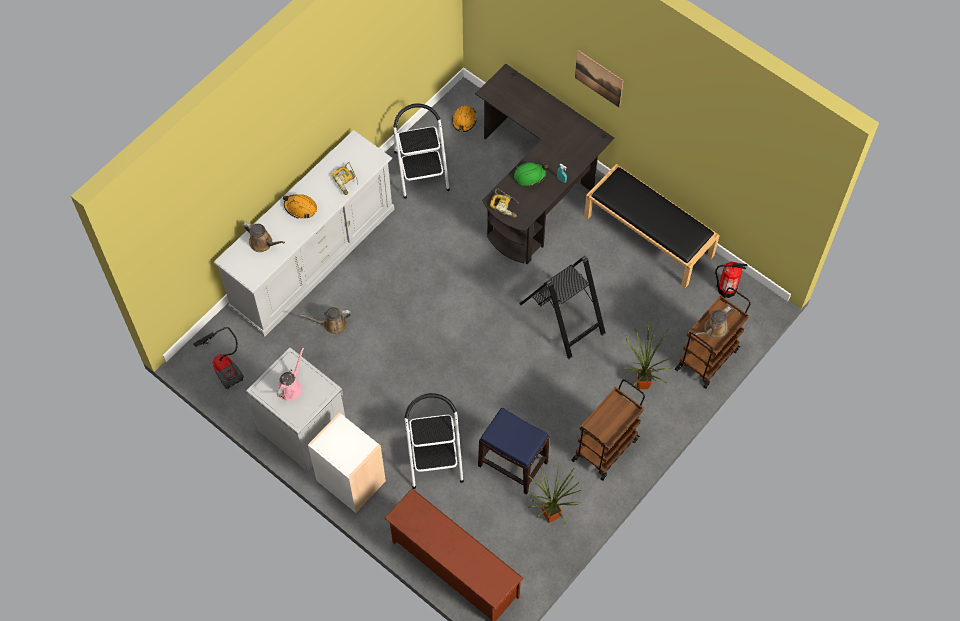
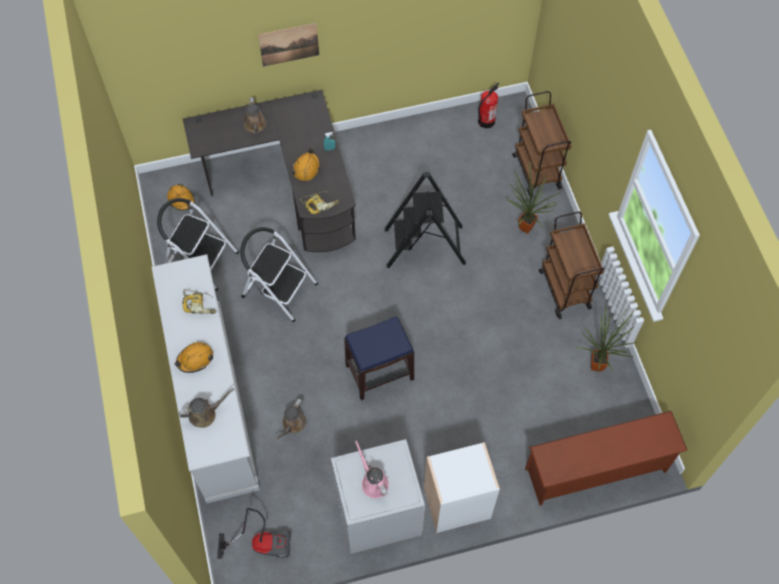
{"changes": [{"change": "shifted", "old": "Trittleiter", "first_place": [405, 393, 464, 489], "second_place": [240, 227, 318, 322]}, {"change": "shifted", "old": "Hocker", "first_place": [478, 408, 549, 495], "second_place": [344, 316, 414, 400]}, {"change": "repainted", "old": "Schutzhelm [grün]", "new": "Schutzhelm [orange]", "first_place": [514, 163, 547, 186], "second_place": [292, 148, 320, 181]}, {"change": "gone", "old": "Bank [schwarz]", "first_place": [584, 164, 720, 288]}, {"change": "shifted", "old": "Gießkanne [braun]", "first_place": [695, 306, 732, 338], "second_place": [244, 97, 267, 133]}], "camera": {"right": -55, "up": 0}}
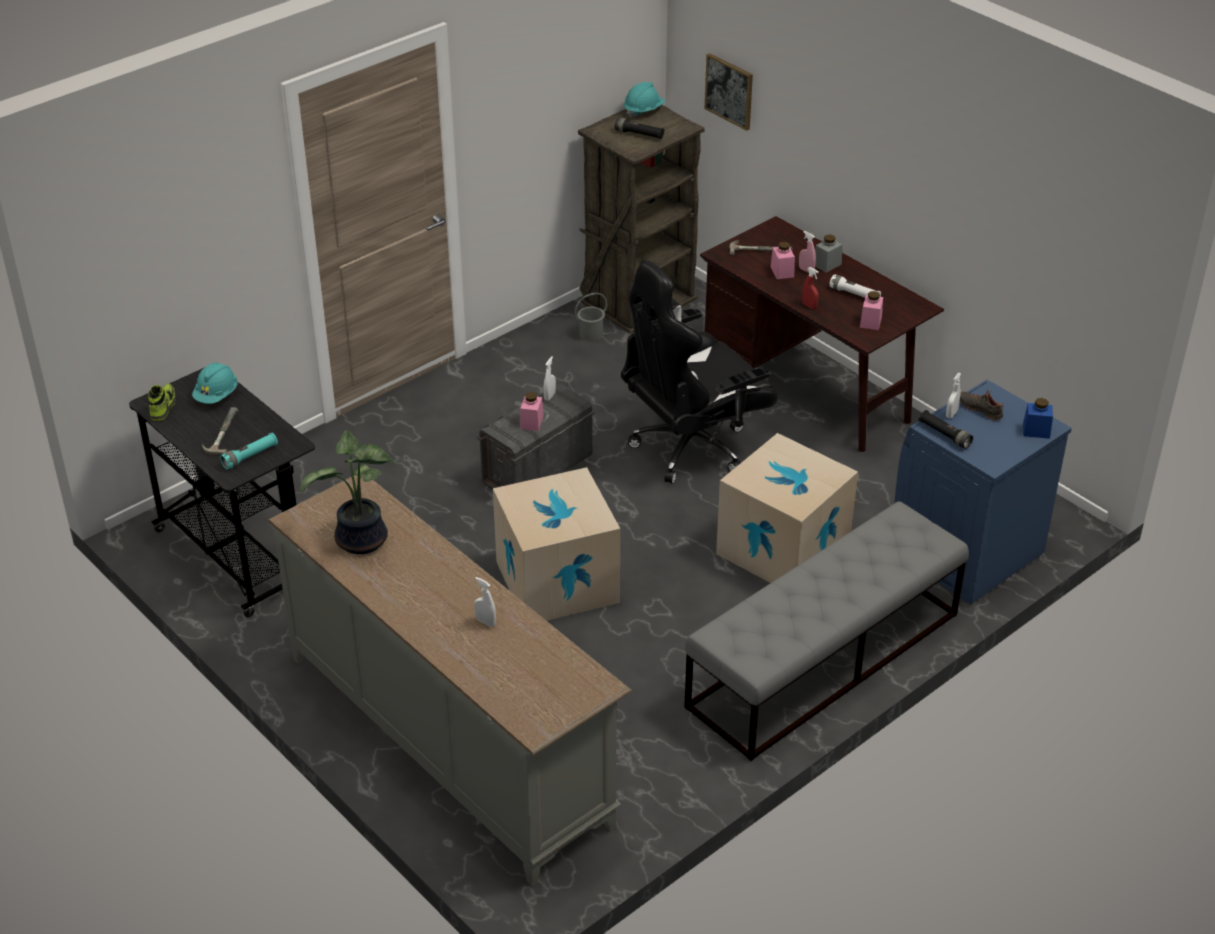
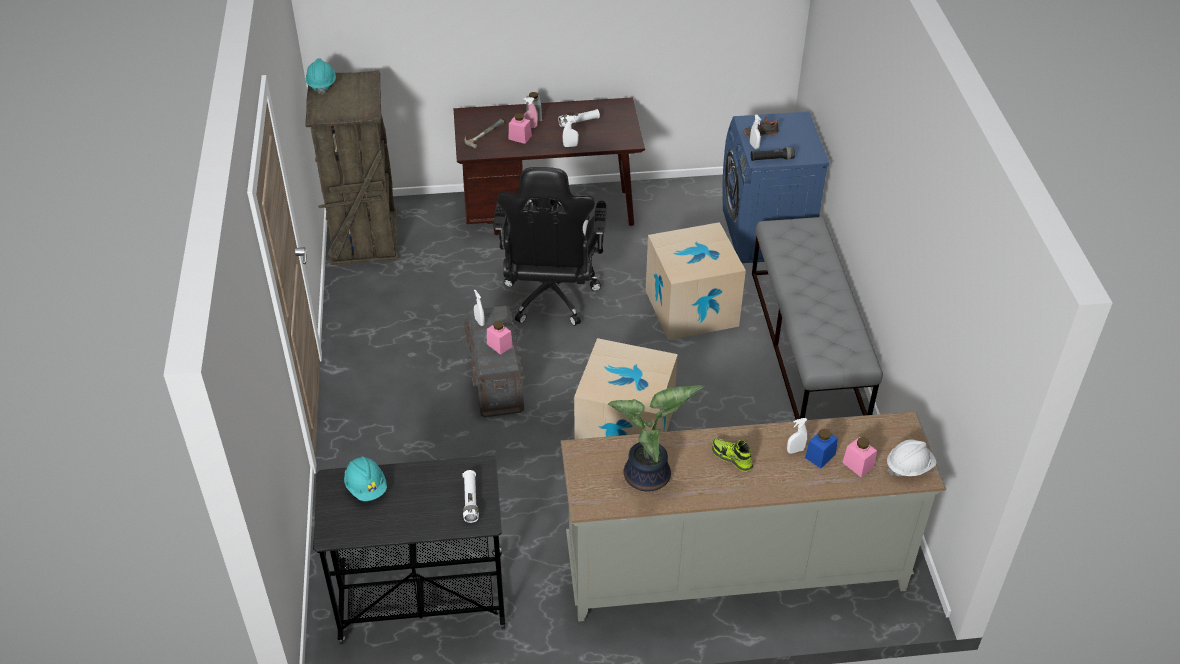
{"changes": [{"change": "shifted", "old": "Schuh", "first_place": [148, 383, 176, 421], "second_place": [712, 438, 753, 472]}, {"change": "gone", "old": "Hammer", "first_place": [202, 407, 239, 455]}, {"change": "repainted", "old": "Taschenlampe [türkis]", "new": "Taschenlampe [weiß]", "first_place": [220, 433, 278, 469], "second_place": [462, 470, 479, 523]}, {"change": "gone", "old": "Eimer [grau]", "first_place": [575, 293, 607, 342]}, {"change": "gone", "old": "Taschenlampe [schwarz]", "first_place": [615, 117, 665, 139]}, {"change": "gone", "old": "Bild", "first_place": [705, 53, 753, 131]}, {"change": "repainted", "old": "Sprühflasche [rot]", "new": "Sprühflasche [weiß]", "first_place": [802, 267, 819, 309], "second_place": [563, 116, 579, 147]}, {"change": "shifted", "old": "Vorratsglas [rosa]", "first_place": [860, 291, 883, 330], "second_place": [842, 437, 877, 477]}, {"change": "shifted", "old": "Vorratsglas [blau]", "first_place": [1023, 398, 1053, 439], "second_place": [805, 429, 838, 468]}, {"change": "new", "new": "Schutzhelm [weiß]", "second_place": [887, 439, 936, 477]}], "camera": {"right": -55, "up": 5}}
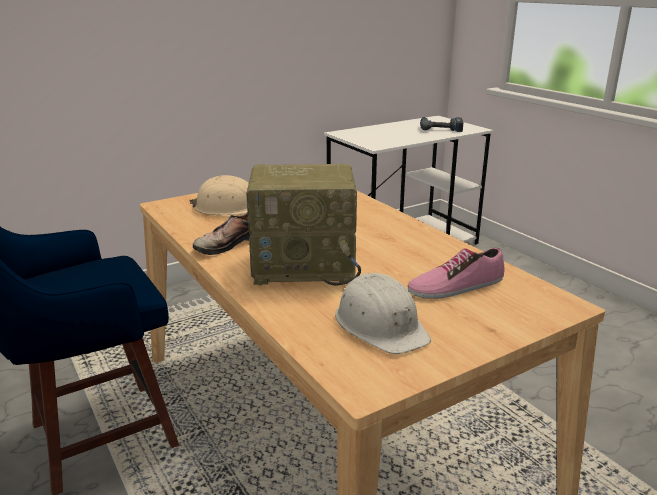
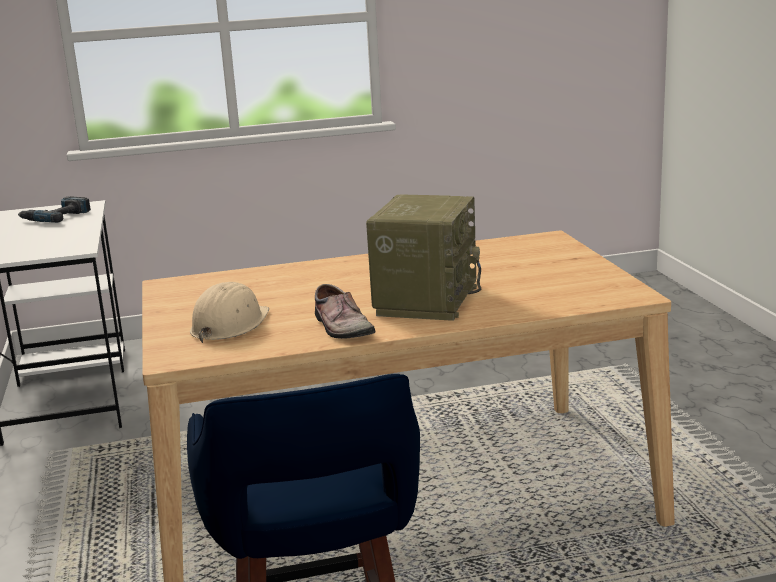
{"changes": [{"change": "gone", "old": "Schutzhelm [weiß]", "first_place": [335, 273, 431, 354]}, {"change": "gone", "old": "Schuh", "first_place": [408, 248, 504, 299]}], "camera": {"right": -70, "up": -5}}
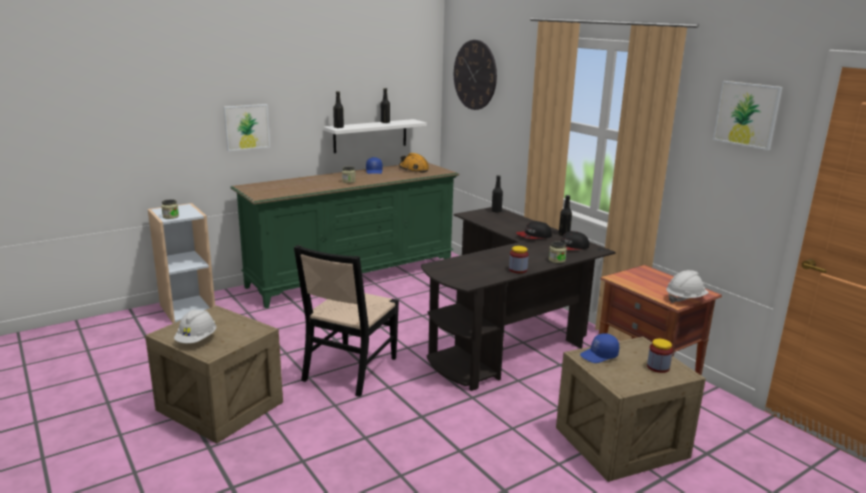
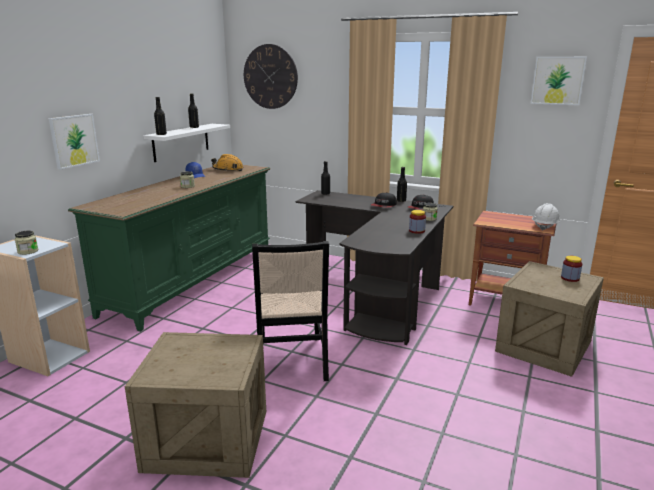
{"changes": [{"change": "gone", "old": "Schutzhelm [weiß]", "first_place": [174, 309, 216, 343]}, {"change": "gone", "old": "Kappe [blau]", "first_place": [580, 333, 619, 363]}], "camera": {"right": -30, "up": 0}}
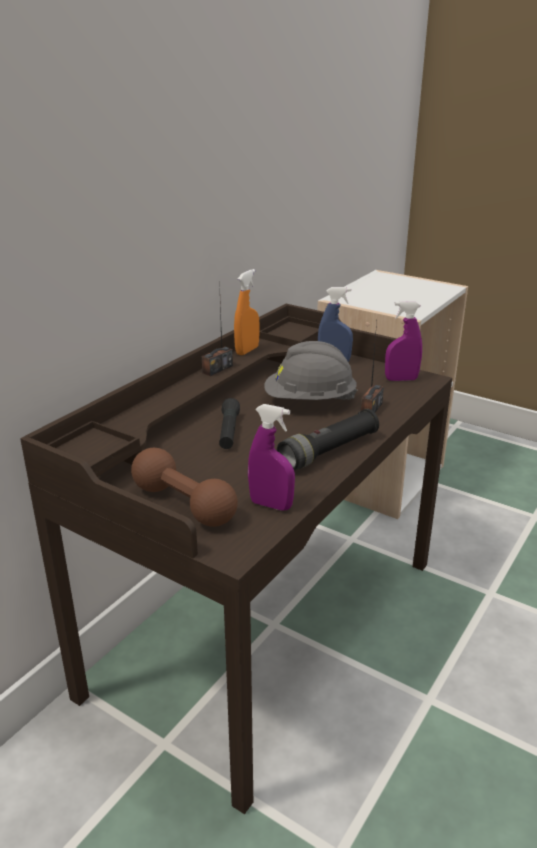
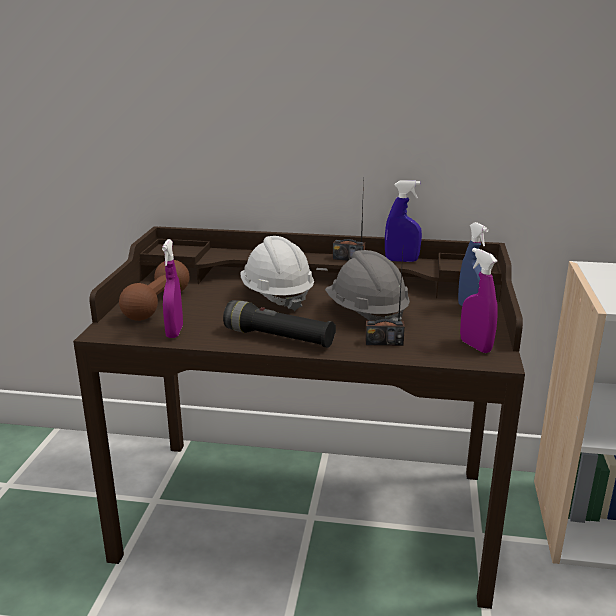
{"changes": [{"change": "swapped", "old": "Taschenlampe [schwarz]", "new": "Schutzhelm [weiß]", "first_place": [219, 398, 240, 449], "second_place": [241, 236, 314, 311]}, {"change": "repainted", "old": "Sprühflasche [orange]", "new": "Sprühflasche [blau]", "first_place": [234, 269, 260, 355], "second_place": [385, 180, 422, 262]}], "camera": {"right": 65, "up": -5}}
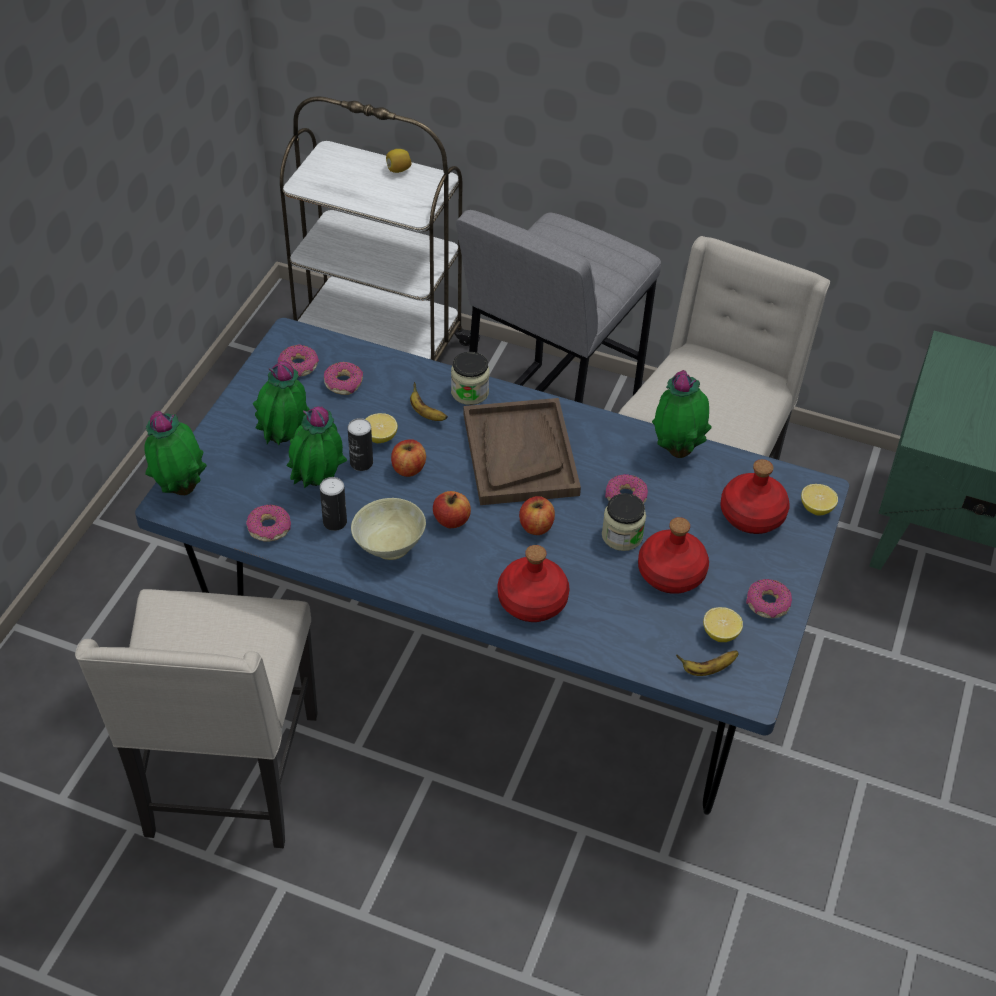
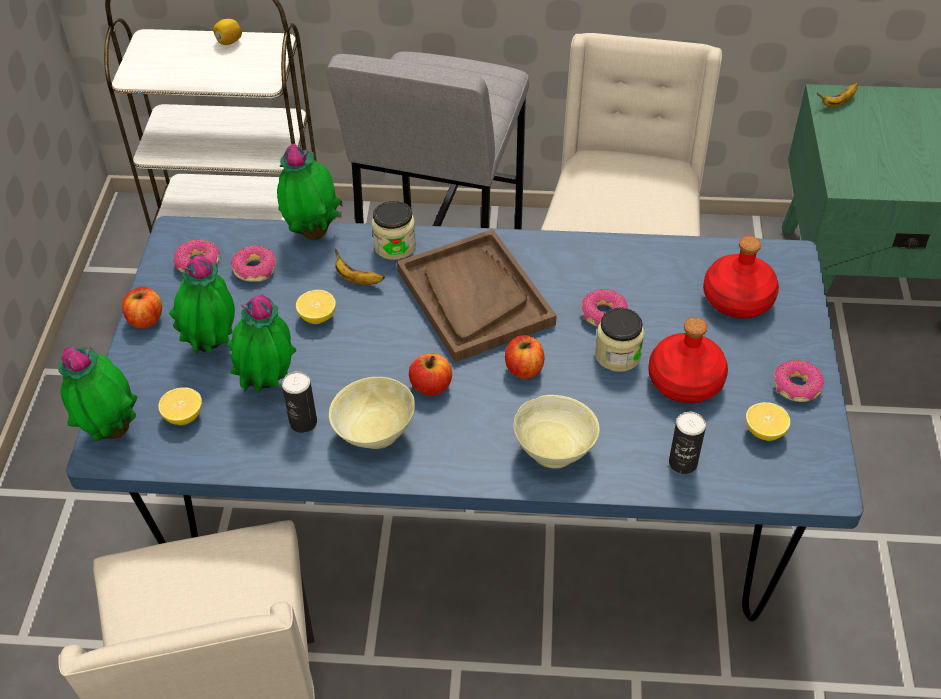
{"changes": [{"change": "gone", "old": "Donut", "first_place": [246, 504, 291, 541]}, {"change": "shifted", "old": "Dose", "first_place": [348, 418, 373, 471], "second_place": [669, 412, 706, 474]}, {"change": "shifted", "old": "Apfel", "first_place": [391, 439, 426, 477], "second_place": [122, 287, 162, 329]}, {"change": "swapped", "old": "Flasche [rot]", "new": "Schüssel [beige]", "first_place": [498, 545, 570, 622], "second_place": [513, 395, 600, 469]}, {"change": "shifted", "old": "Topfpflanze", "first_place": [652, 370, 712, 458], "second_place": [277, 144, 341, 240]}, {"change": "shifted", "old": "Banane", "first_place": [676, 650, 739, 676], "second_place": [817, 83, 858, 107]}, {"change": "shifted", "old": "Zitrone", "first_place": [801, 484, 838, 515], "second_place": [158, 387, 202, 425]}], "camera": {"right": -15, "up": 0}}
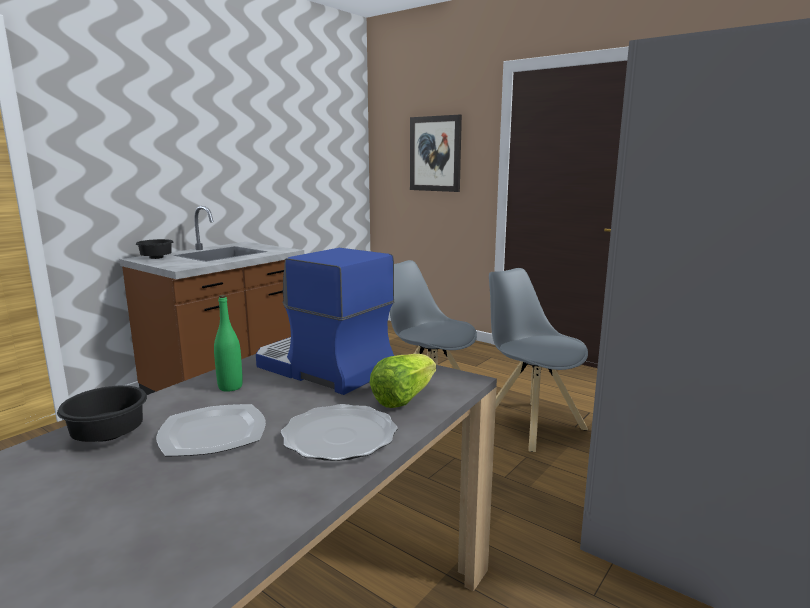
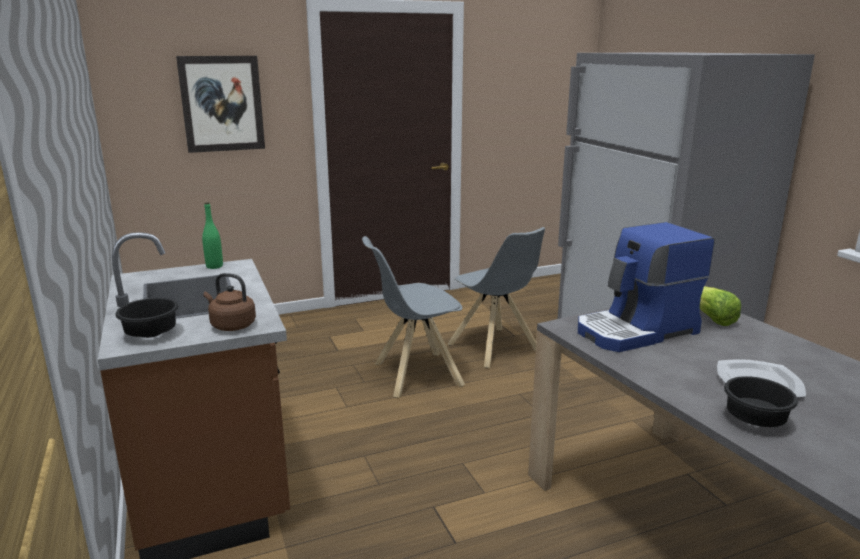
{"changes": [{"change": "shifted", "old": "Flasche [grün]", "first_place": [214, 295, 243, 392], "second_place": [202, 202, 223, 269]}, {"change": "gone", "old": "Teller", "first_place": [281, 404, 398, 461]}, {"change": "rotated", "old": "Stuhl [grau]", "first_place": [489, 268, 588, 452], "second_place": [448, 227, 545, 368], "degrees": -120}, {"change": "new", "new": "Wasserkessel [braun]", "second_place": [204, 273, 256, 331]}], "camera": {"right": -60, "up": 5}}
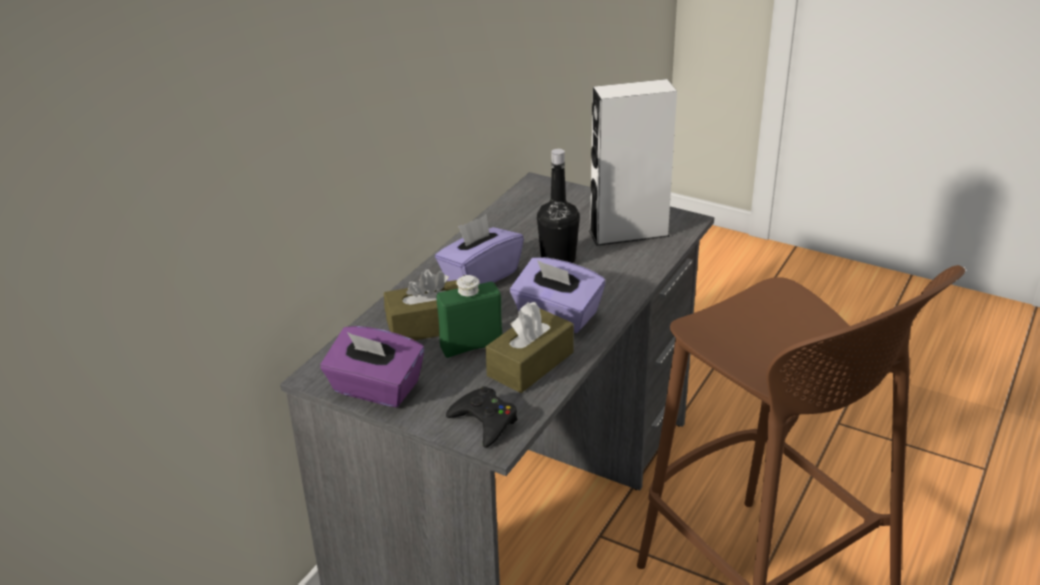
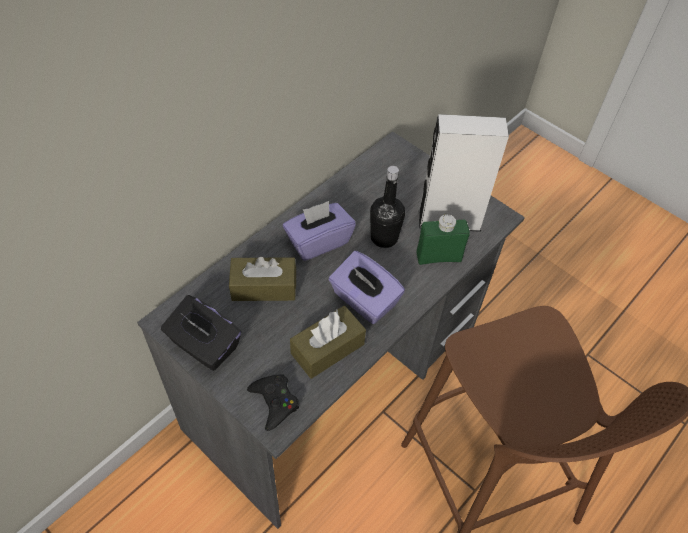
{"changes": [{"change": "repainted", "old": "Taschentuchbox [lila]", "new": "Taschentuchbox [schwarz]", "first_place": [320, 326, 424, 407], "second_place": [161, 295, 241, 371]}, {"change": "shifted", "old": "Flasche [grün]", "first_place": [437, 275, 502, 358], "second_place": [416, 214, 470, 265]}], "camera": {"right": 10, "up": 20}}
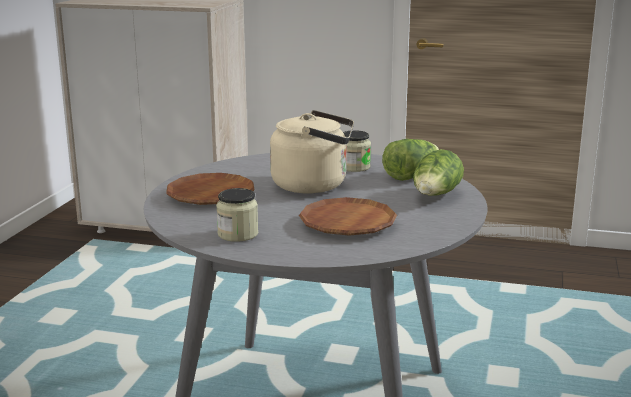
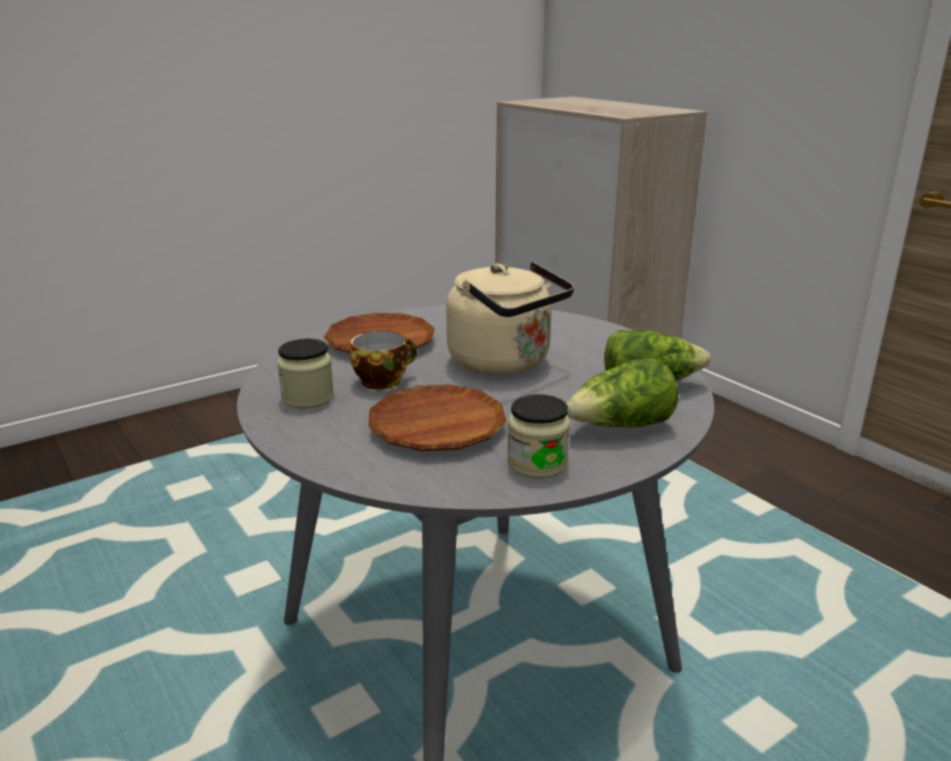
{"changes": [{"change": "shifted", "old": "Vorratsglas", "first_place": [343, 130, 371, 172], "second_place": [507, 394, 570, 478]}, {"change": "new", "new": "Tasse", "second_place": [350, 331, 417, 390]}], "camera": {"right": 40, "up": 5}}
